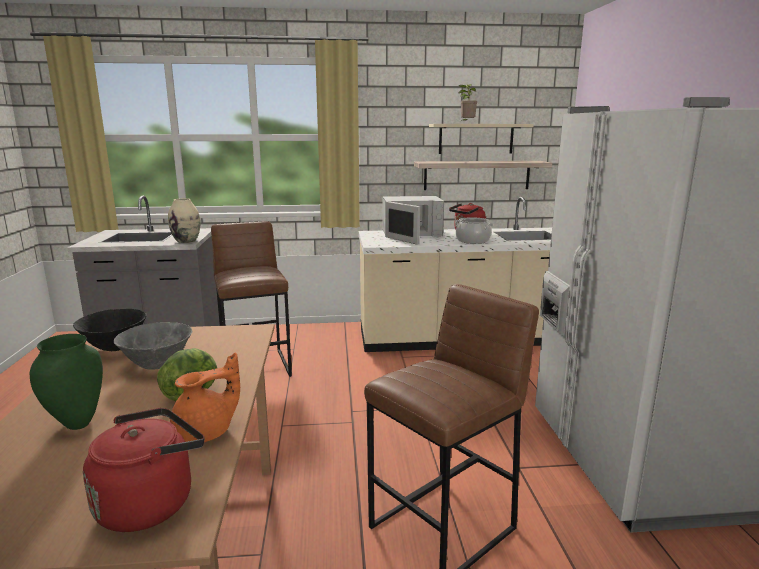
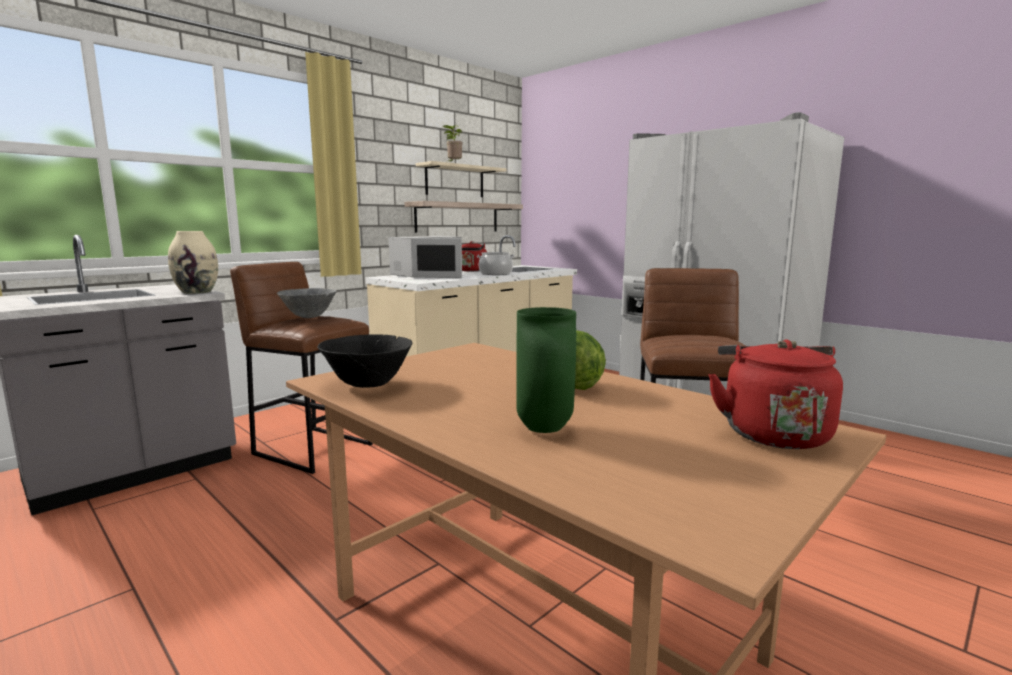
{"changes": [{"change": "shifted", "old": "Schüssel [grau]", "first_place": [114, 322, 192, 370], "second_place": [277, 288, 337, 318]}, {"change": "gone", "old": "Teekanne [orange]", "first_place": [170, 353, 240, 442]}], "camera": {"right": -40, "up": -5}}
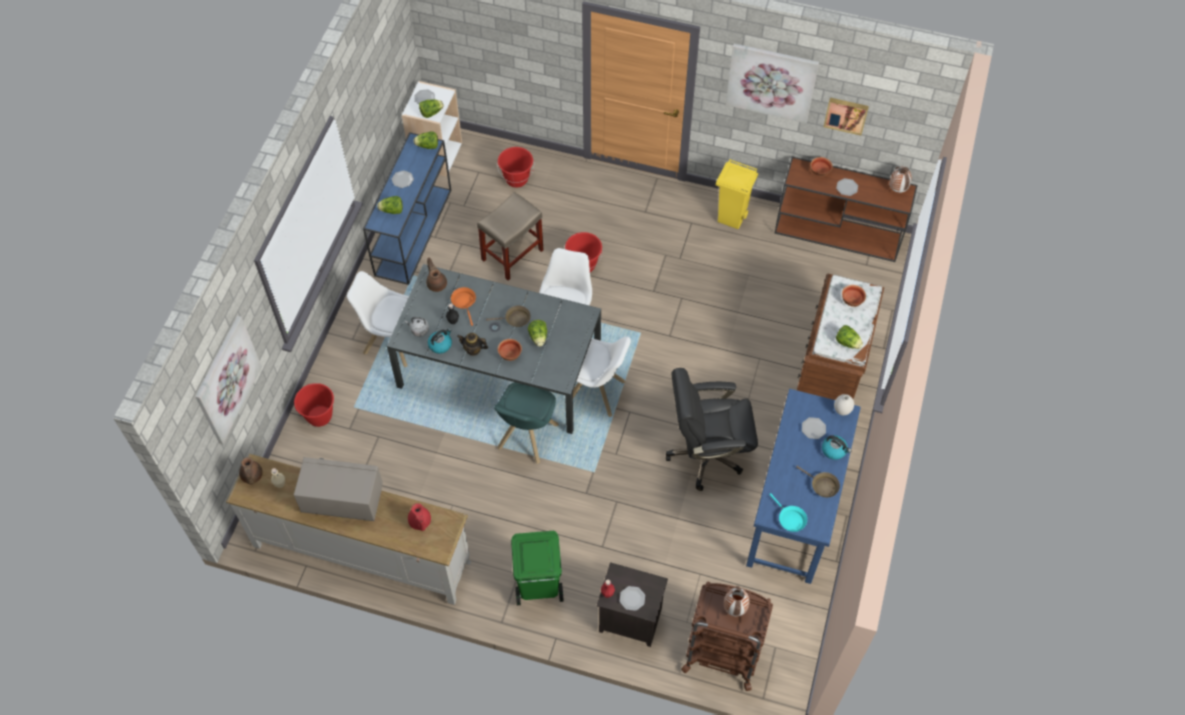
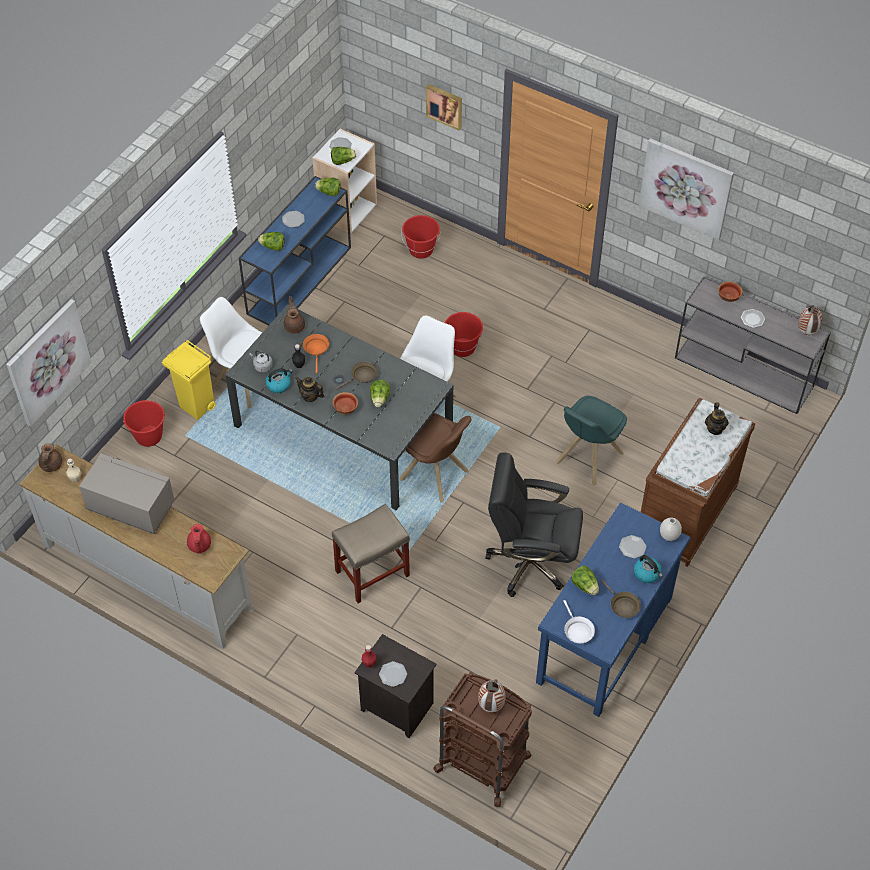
{"changes": [{"change": "shifted", "old": "Hocker [beige]", "first_place": [477, 192, 543, 281], "second_place": [332, 504, 410, 603]}, {"change": "rotated", "old": "Pfanne [braun]", "first_place": [486, 306, 531, 327], "second_place": [335, 361, 378, 390], "degrees": -45}, {"change": "shifted", "old": "Stuhl [türkis]", "first_place": [494, 382, 559, 464], "second_place": [556, 396, 627, 485]}, {"change": "gone", "old": "Mülleimer [grün]", "first_place": [511, 531, 564, 606]}, {"change": "repainted", "old": "Stuhl [weiß]", "new": "Stuhl [braun]", "first_place": [565, 336, 631, 417], "second_place": [400, 413, 472, 503]}, {"change": "shifted", "old": "Mülleimer [gelb]", "first_place": [716, 159, 758, 229], "second_place": [162, 340, 216, 420]}, {"change": "repainted", "old": "Pfanne [türkis]", "new": "Pfanne [weiß]", "first_place": [769, 493, 807, 532], "second_place": [563, 600, 595, 643]}, {"change": "repainted", "old": "Konsolentisch [braun]", "new": "Konsolentisch [grau]", "first_place": [775, 157, 918, 262], "second_place": [675, 277, 831, 414]}, {"change": "shifted", "old": "Bild", "first_place": [824, 98, 869, 135], "second_place": [426, 84, 462, 130]}, {"change": "shifted", "old": "Salatkopf", "first_place": [836, 325, 863, 349], "second_place": [572, 566, 599, 595]}, {"change": "swapped", "old": "Schüssel", "new": "Teekanne", "first_place": [842, 285, 866, 307], "second_place": [705, 402, 729, 435]}], "camera": {"right": 15, "up": -5}}
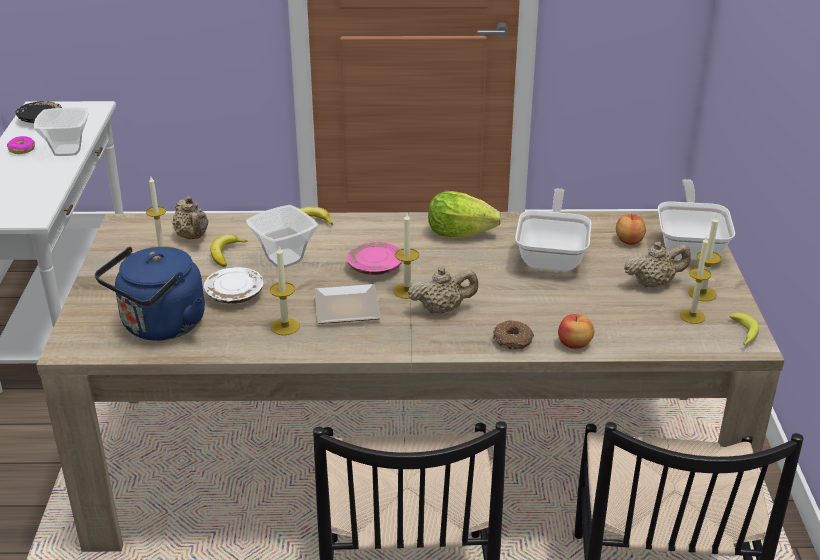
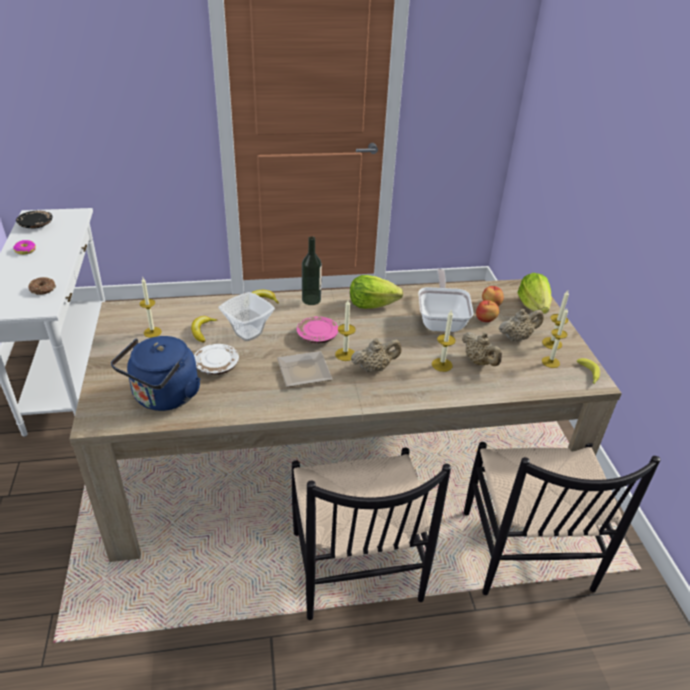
{"changes": [{"change": "gone", "old": "Schüssel", "first_place": [34, 107, 89, 156]}, {"change": "shifted", "old": "Teekanne [beige]", "first_place": [172, 196, 208, 239], "second_place": [462, 332, 502, 366]}, {"change": "shifted", "old": "Kerze", "first_place": [270, 246, 300, 335], "second_place": [432, 309, 455, 372]}, {"change": "shifted", "old": "Donut", "first_place": [493, 320, 534, 349], "second_place": [28, 277, 56, 295]}, {"change": "shifted", "old": "Apfel", "first_place": [558, 314, 594, 349], "second_place": [476, 300, 499, 322]}, {"change": "swapped", "old": "Pfanne", "new": "Salatkopf", "first_place": [658, 179, 735, 260], "second_place": [517, 273, 552, 314]}, {"change": "new", "new": "Flasche", "second_place": [302, 236, 322, 305]}], "camera": {"right": -10, "up": 5}}
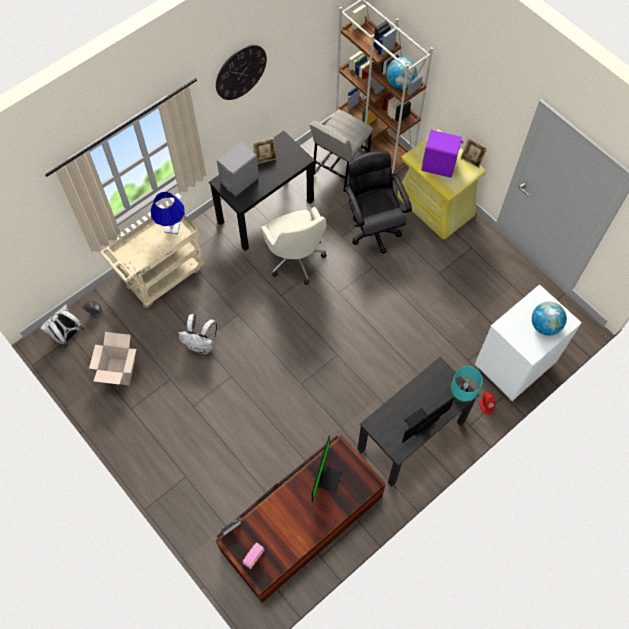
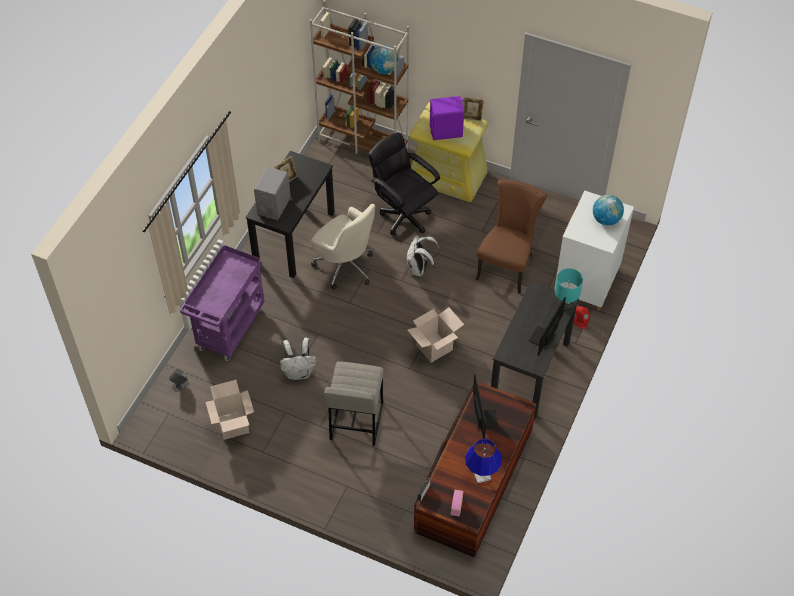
{"changes": [{"change": "shifted", "old": "Rucksack [weiß]", "first_place": [40, 304, 84, 347], "second_place": [407, 235, 440, 276]}, {"change": "repainted", "old": "Rollwagen [beige]", "new": "Rollwagen [lila]", "first_place": [101, 203, 204, 308], "second_place": [180, 245, 264, 361]}, {"change": "shifted", "old": "Tischlampe [blau]", "first_place": [151, 192, 185, 235], "second_place": [465, 439, 502, 483]}, {"change": "gone", "old": "Wanduhr", "first_place": [216, 45, 267, 100]}, {"change": "shifted", "old": "Stuhl [grau]", "first_place": [310, 110, 373, 192], "second_place": [324, 361, 384, 446]}, {"change": "new", "new": "Karton", "second_place": [407, 308, 464, 363]}, {"change": "new", "new": "Stuhl [braun]", "second_place": [476, 180, 547, 294]}], "camera": {"right": -25, "up": -10}}
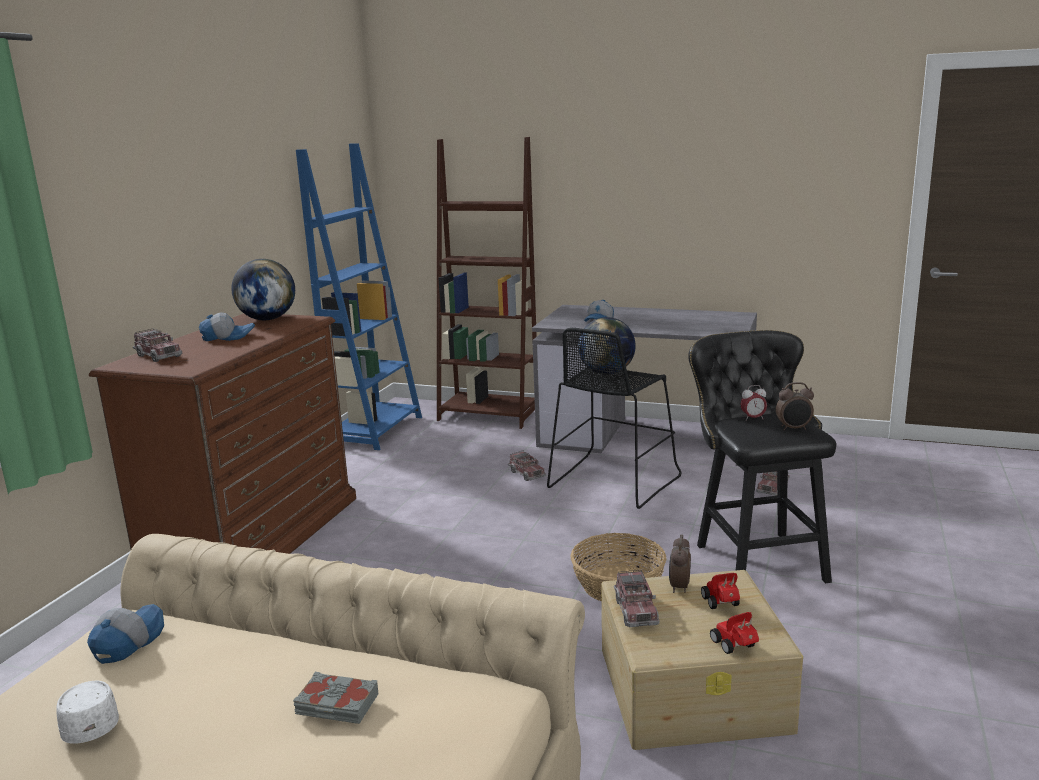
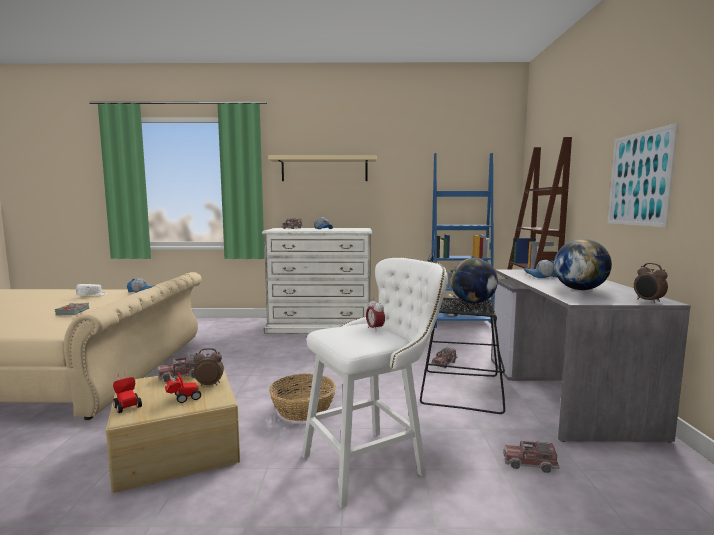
{"changes": [{"change": "repainted", "old": "Kommode [braun]", "new": "Kommode [weiß]", "first_place": [89, 313, 356, 554], "second_place": [262, 228, 373, 334]}, {"change": "shifted", "old": "Globus", "first_place": [231, 259, 295, 320], "second_place": [554, 239, 612, 290]}, {"change": "repainted", "old": "Hocker [schwarz]", "new": "Hocker [weiß]", "first_place": [688, 330, 836, 583], "second_place": [302, 257, 447, 508]}, {"change": "rotated", "old": "Spielzeugauto", "first_place": [710, 612, 759, 654], "second_place": [113, 372, 142, 413], "degrees": 90}, {"change": "shifted", "old": "Wecker", "first_place": [776, 382, 814, 431], "second_place": [634, 263, 668, 303]}, {"change": "new", "new": "Wandregal [beige]", "second_place": [268, 155, 377, 181]}, {"change": "new", "new": "Bild", "second_place": [608, 123, 678, 227]}], "camera": {"right": 70, "up": -10}}
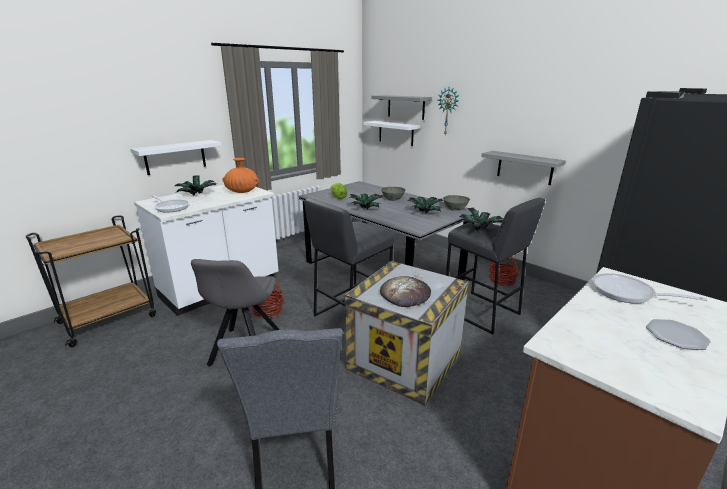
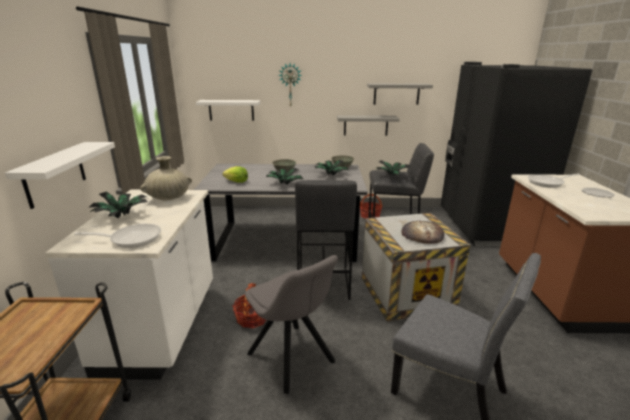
{"changes": [{"change": "repainted", "old": "Vase [orange]", "new": "Vase [beige]", "first_place": [222, 158, 259, 193], "second_place": [140, 156, 192, 200]}, {"change": "shifted", "old": "Wandregal [grau]", "first_place": [371, 95, 432, 120], "second_place": [367, 83, 433, 105]}], "camera": {"right": -45, "up": 0}}
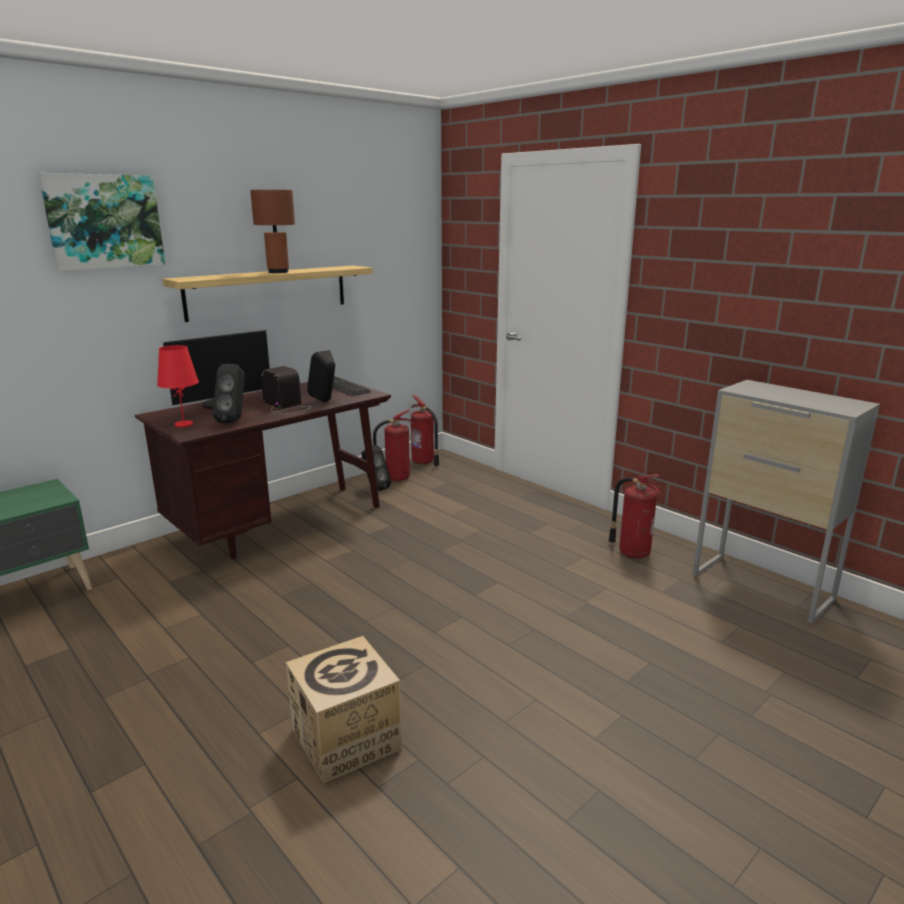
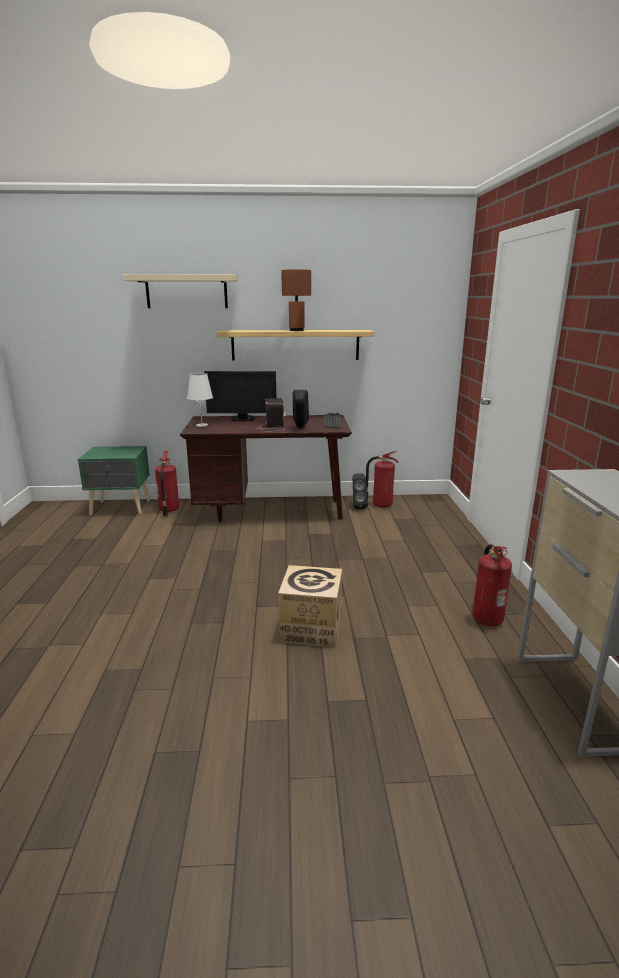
{"changes": [{"change": "swapped", "old": "Bild", "new": "Wandregal [beige]", "first_place": [38, 173, 165, 271], "second_place": [122, 274, 238, 308]}, {"change": "repainted", "old": "Tischlampe [rot]", "new": "Tischlampe [weiß]", "first_place": [157, 345, 199, 427], "second_place": [187, 373, 213, 427]}, {"change": "gone", "old": "Lautsprecher [schwarz]", "first_place": [213, 364, 245, 423]}, {"change": "shifted", "old": "Karton", "first_place": [286, 636, 402, 783], "second_place": [278, 565, 342, 648]}, {"change": "shifted", "old": "Feuerlöscher", "first_place": [411, 395, 439, 466], "second_place": [155, 450, 179, 516]}], "camera": {"right": 40, "up": 0}}
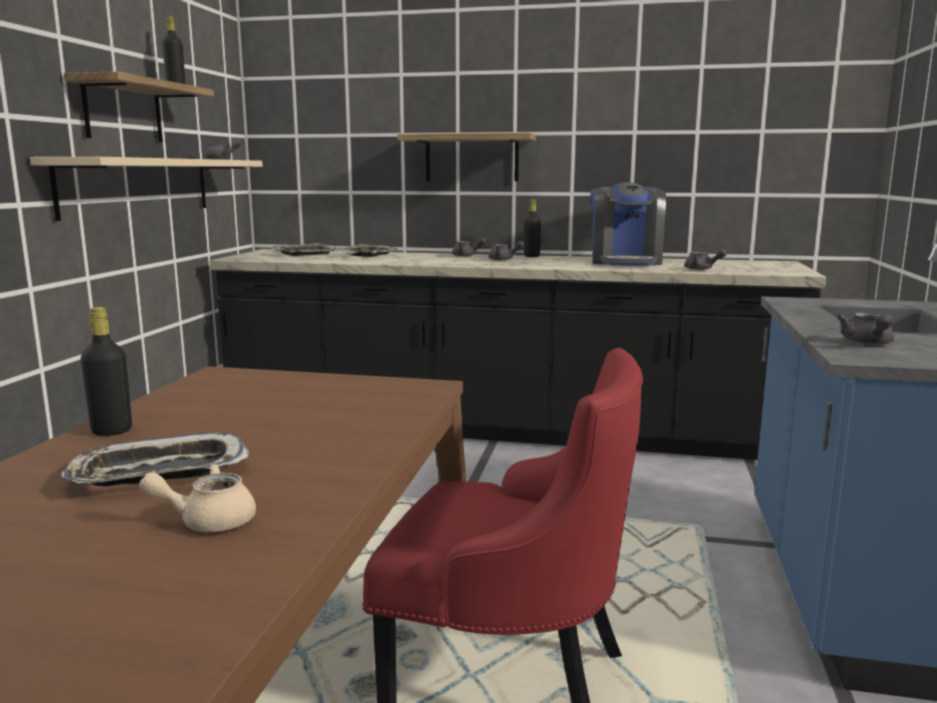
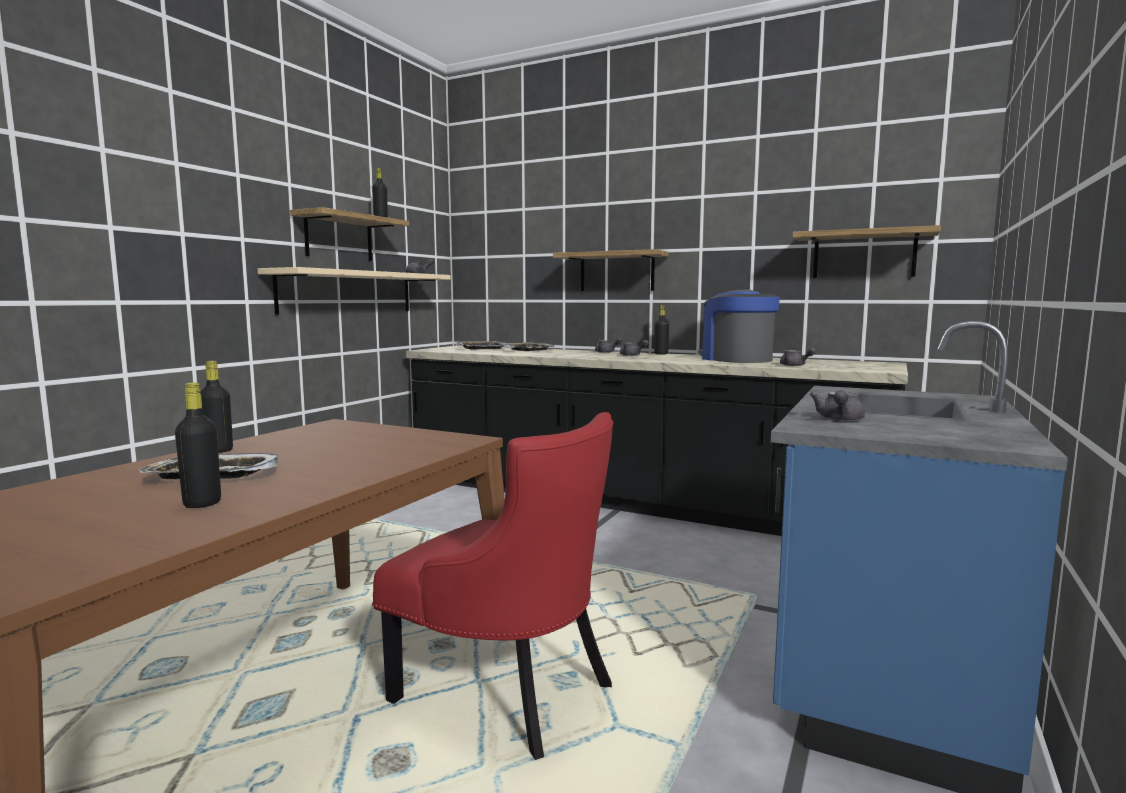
{"changes": [{"change": "swapped", "old": "Teekanne [beige]", "new": "Flasche [schwarz]", "first_place": [139, 464, 256, 532], "second_place": [175, 382, 221, 508]}, {"change": "rotated", "old": "Kaffeemaschine", "first_place": [591, 182, 666, 266], "second_place": [698, 290, 780, 363], "degrees": 135}, {"change": "new", "new": "Wandregal", "second_place": [793, 225, 941, 278]}], "camera": {"right": 15, "up": -5}}
